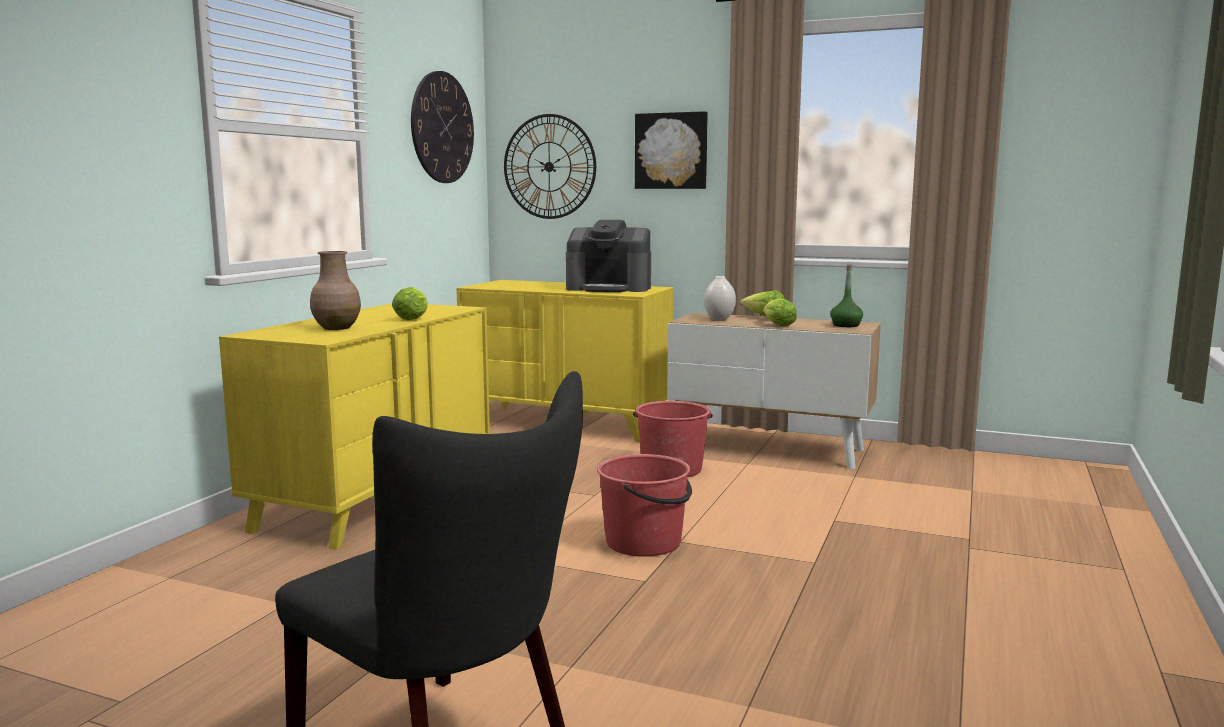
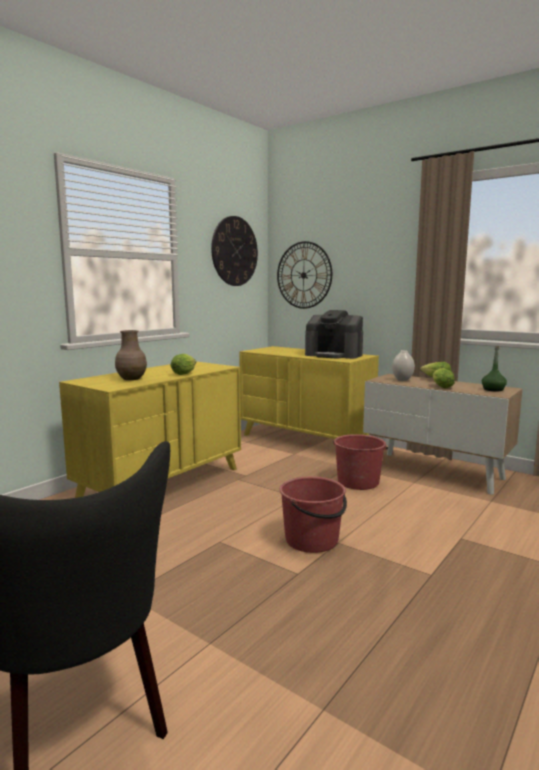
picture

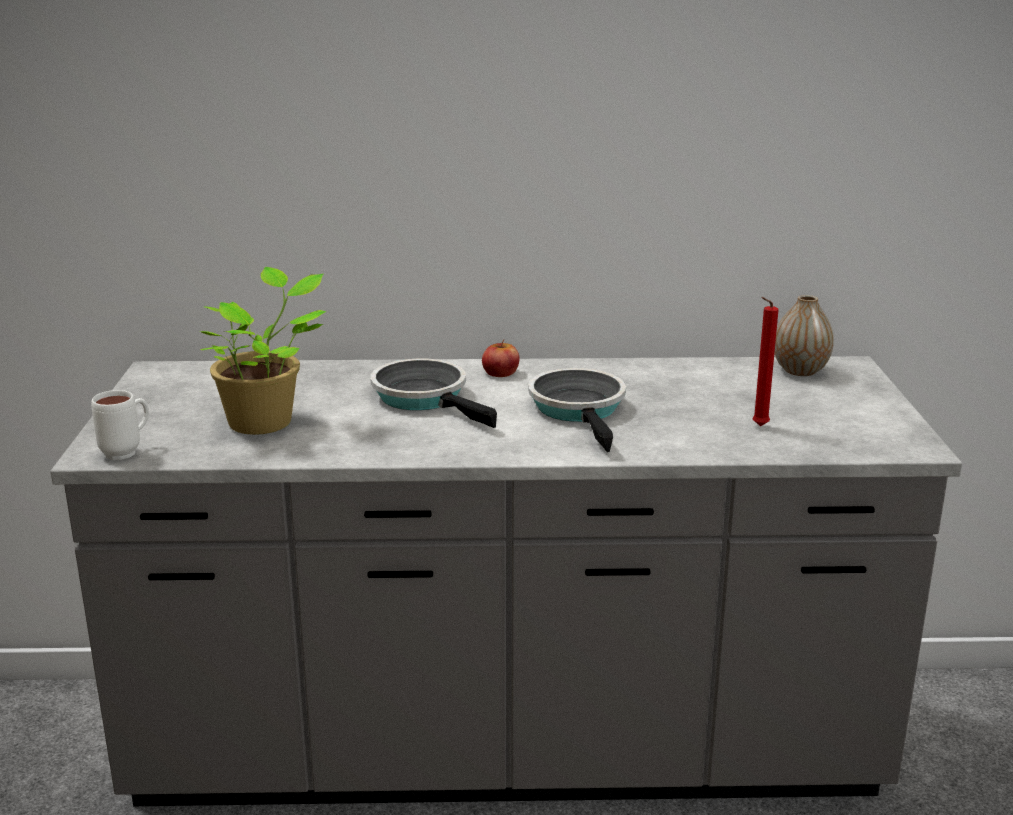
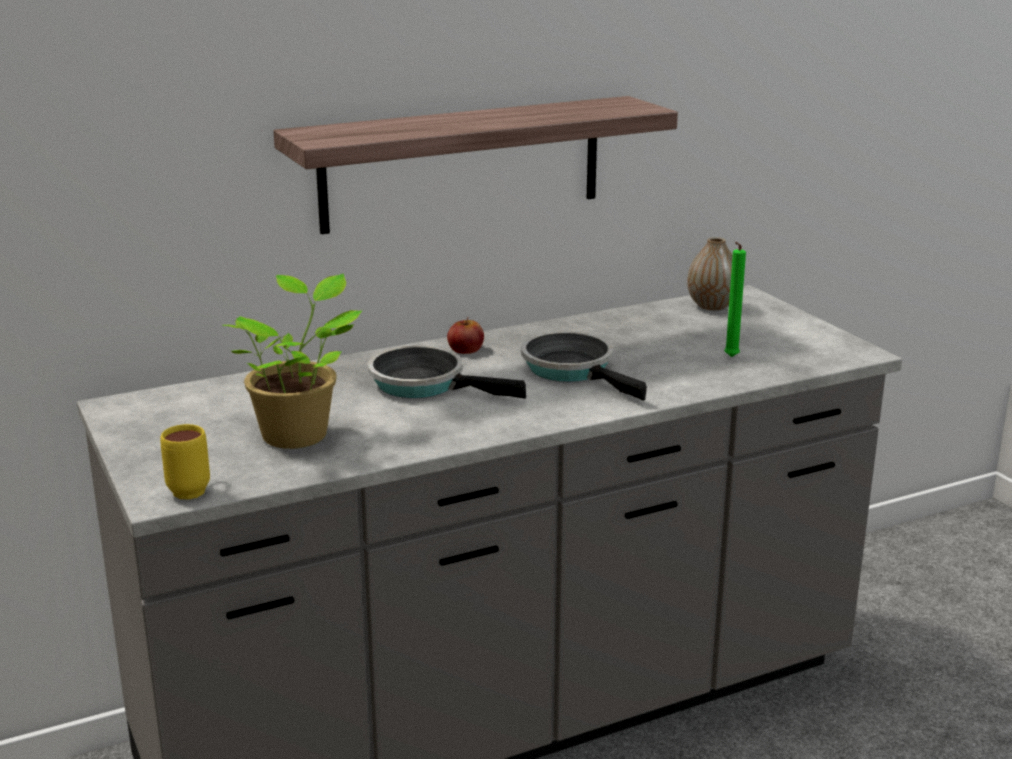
shelf; yellow_mug; green_candle

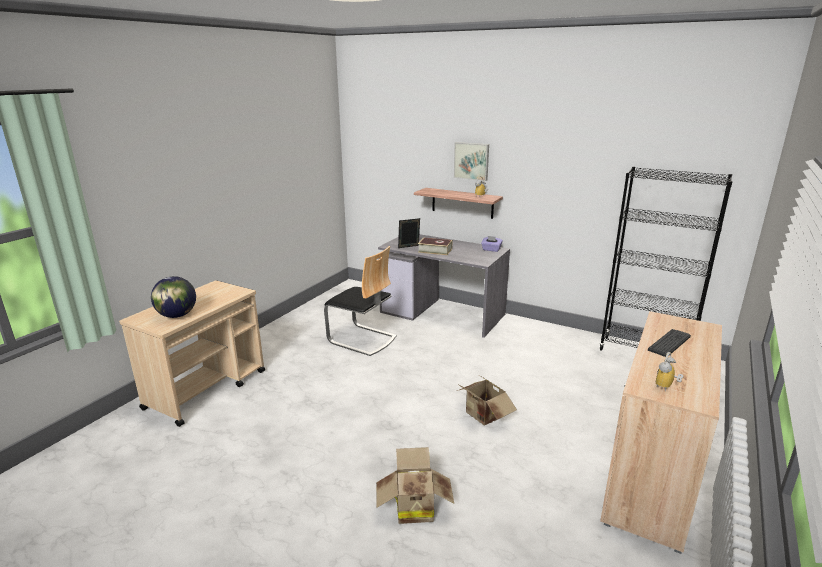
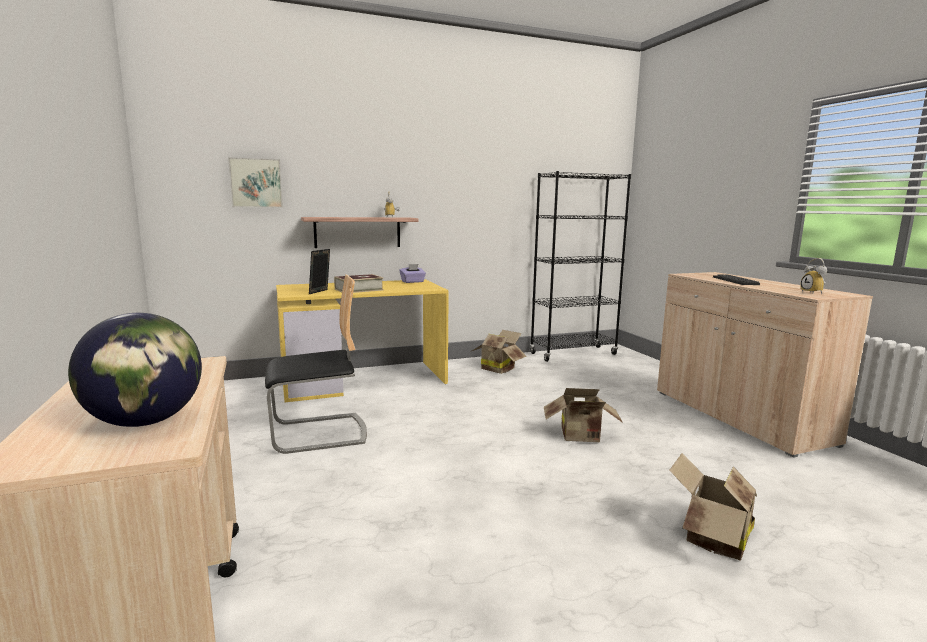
cardboard_box (1st from left); picture; yellow_desk

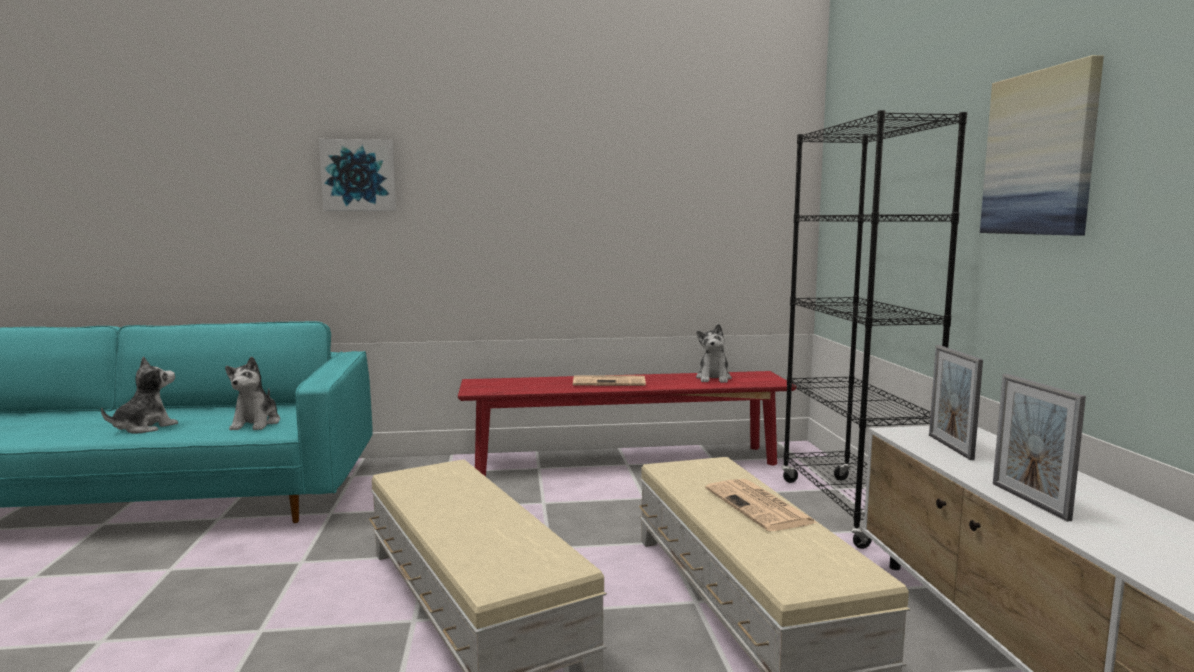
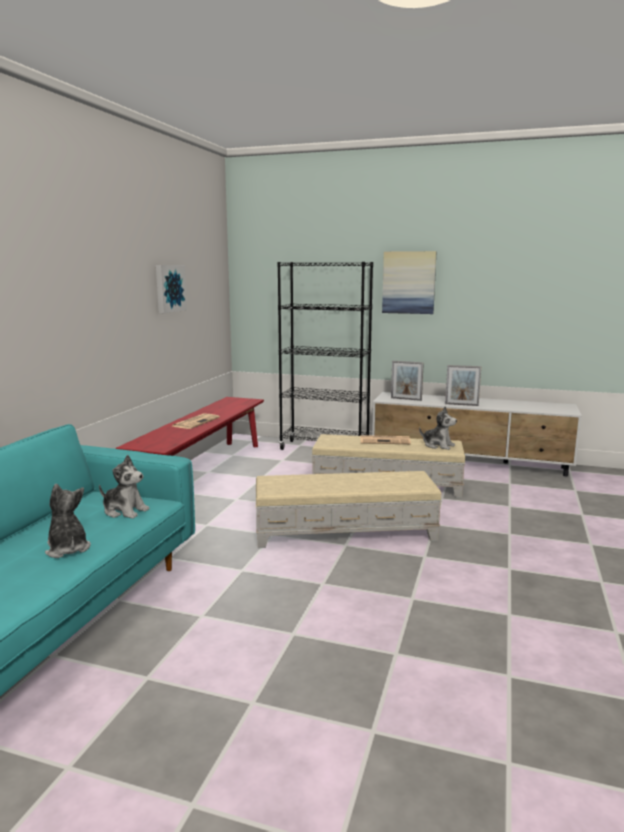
picture (1st from left); plush_toy (3rd from left)

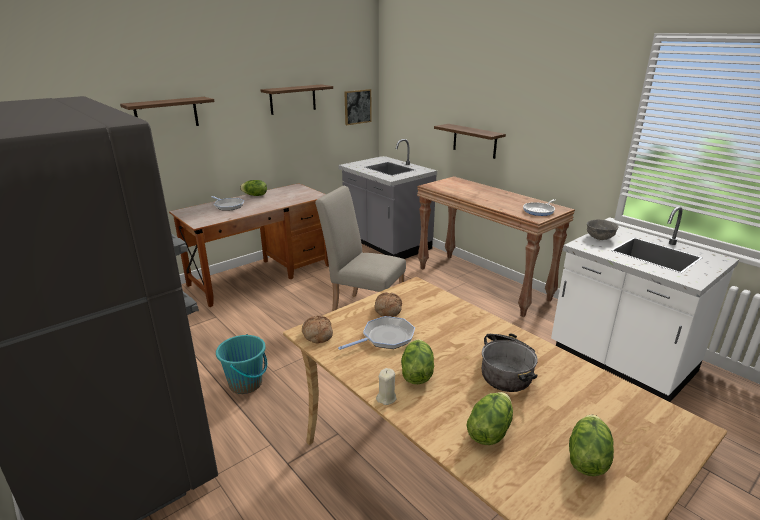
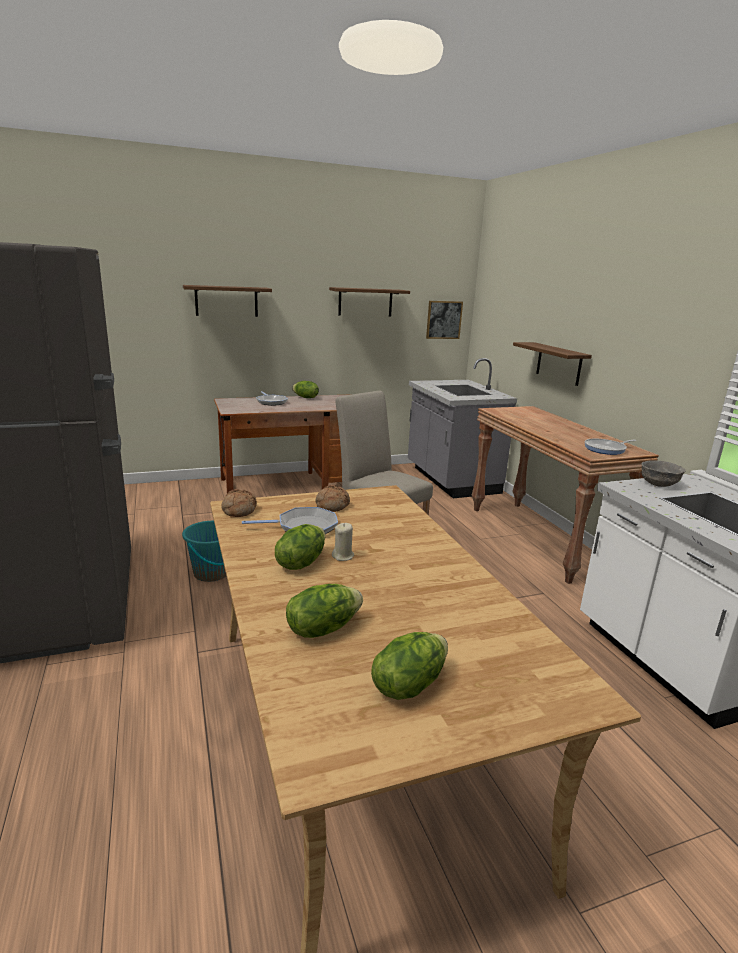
cooking_pot; beige_candle

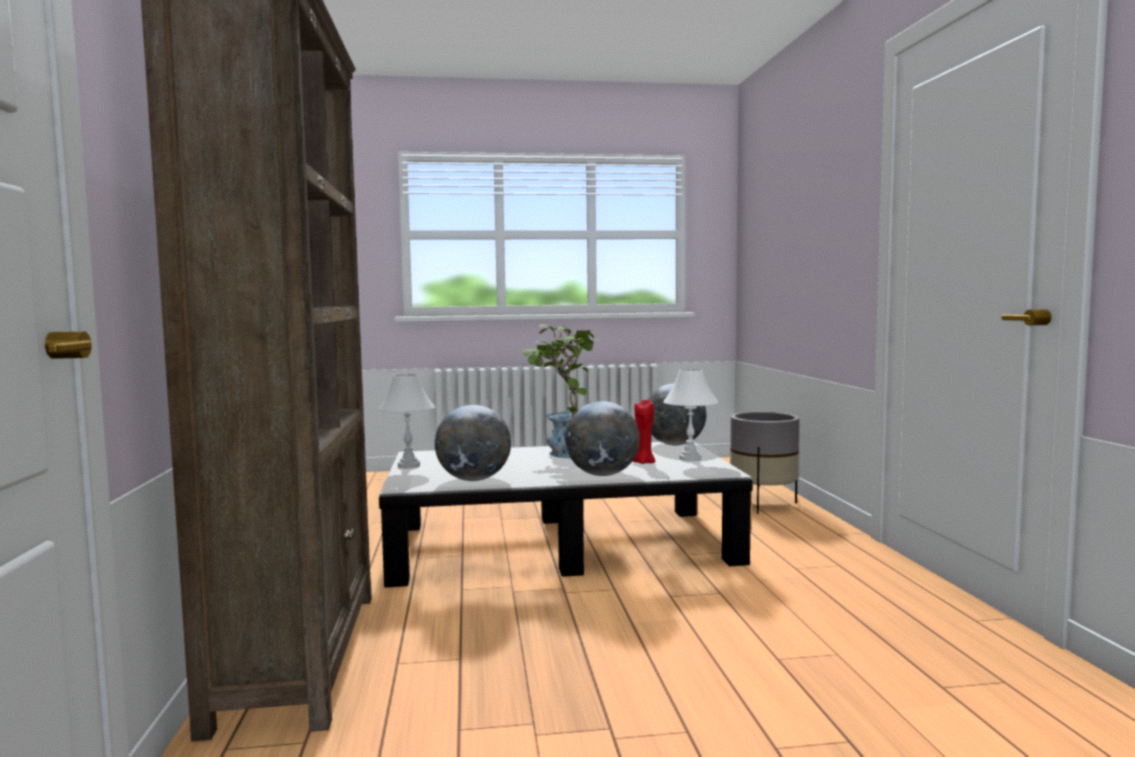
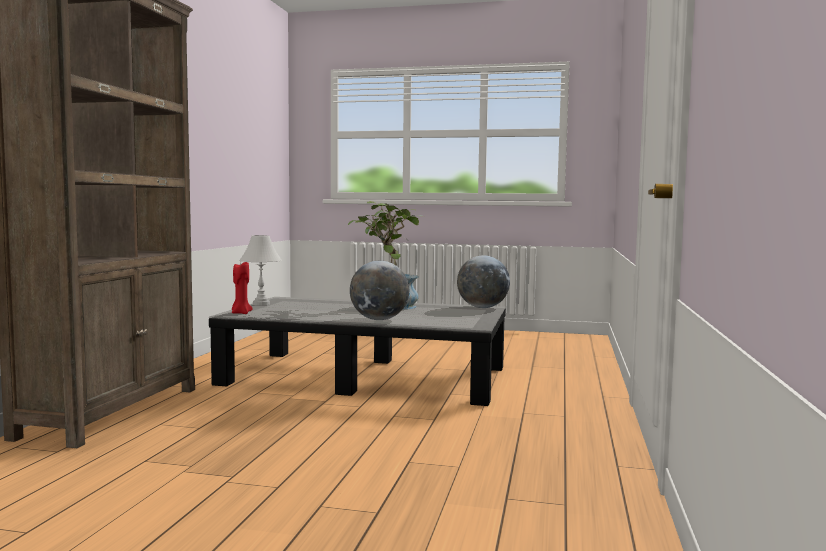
globe (1st from left in the first image); white_table_lamp (2nd from left in the first image); grey_planter; red_candle

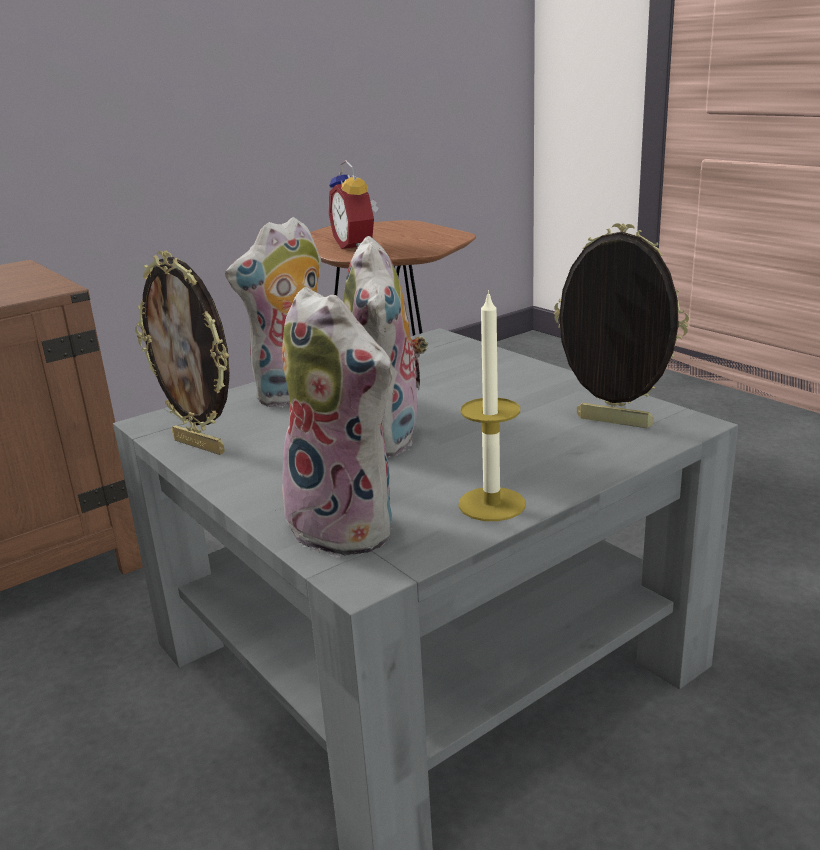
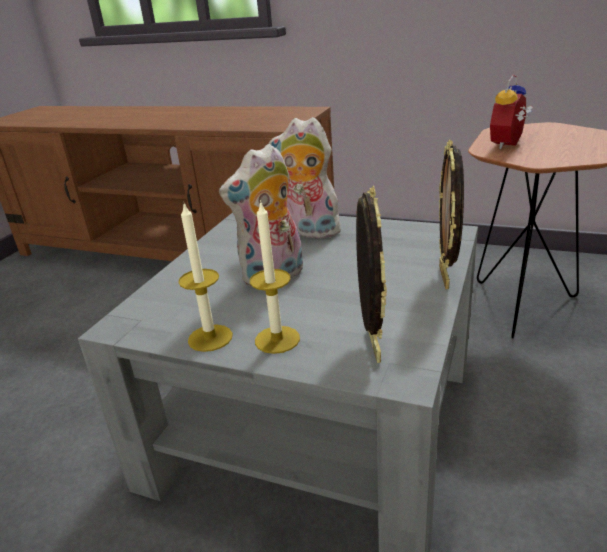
plush_toy (2nd from left in the first image); candle (2nd from left); picture_frame (2nd from left)

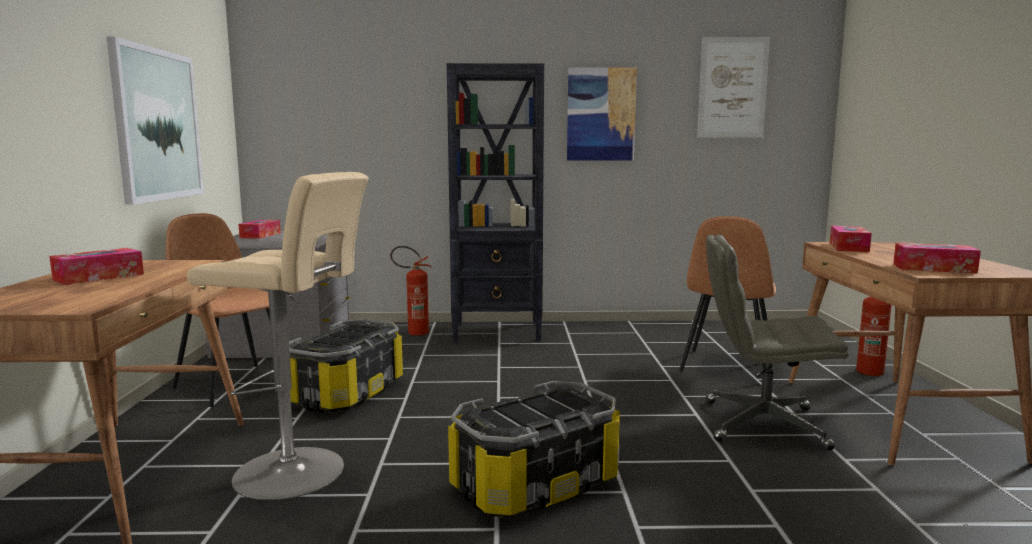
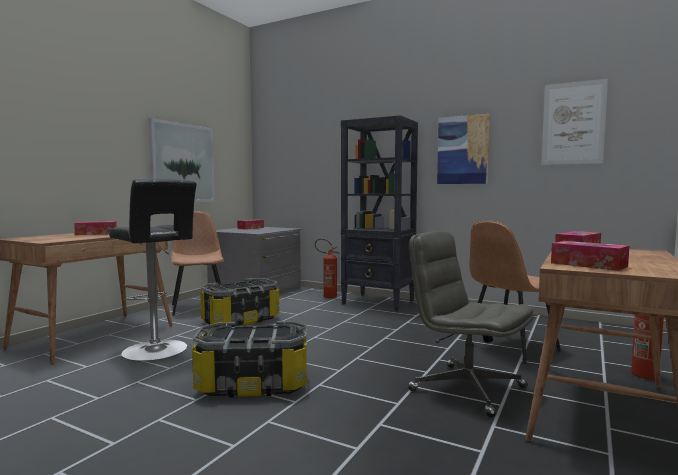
black_stool

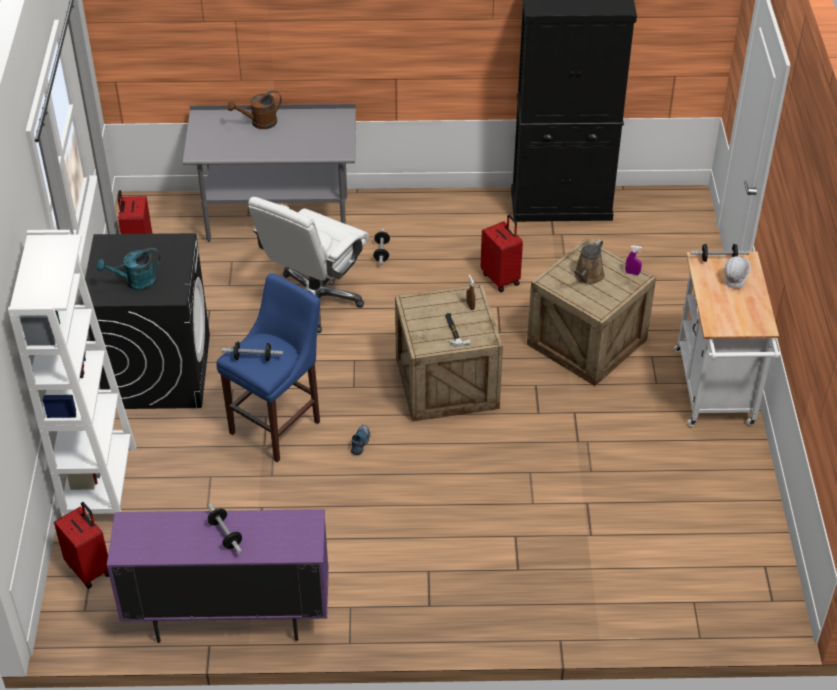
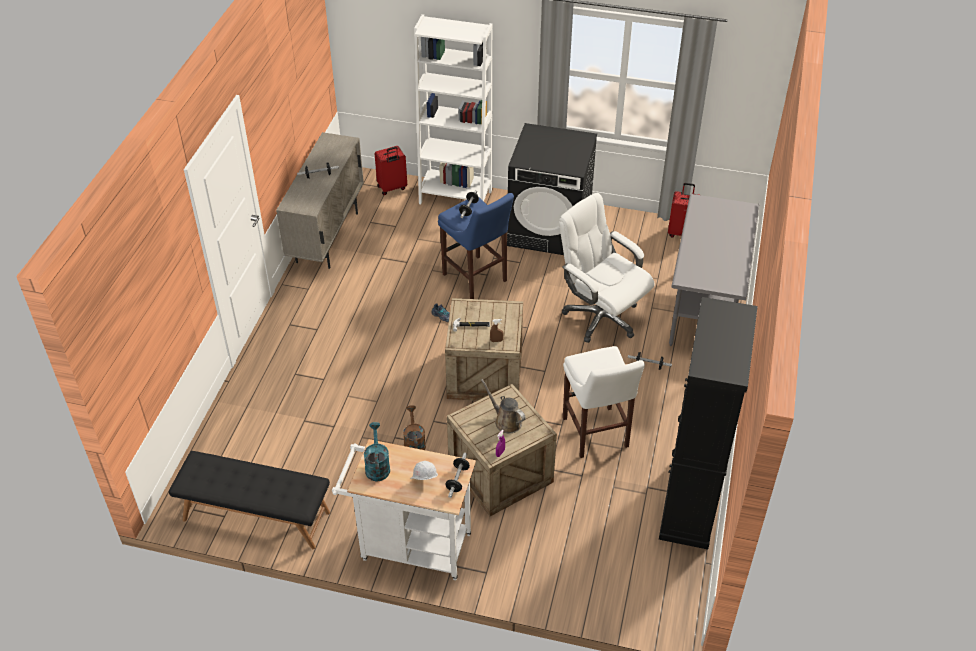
black_bench; turquoise_watering_can; brown_watering_can (1st from left); white_stool; beige_cabinet

